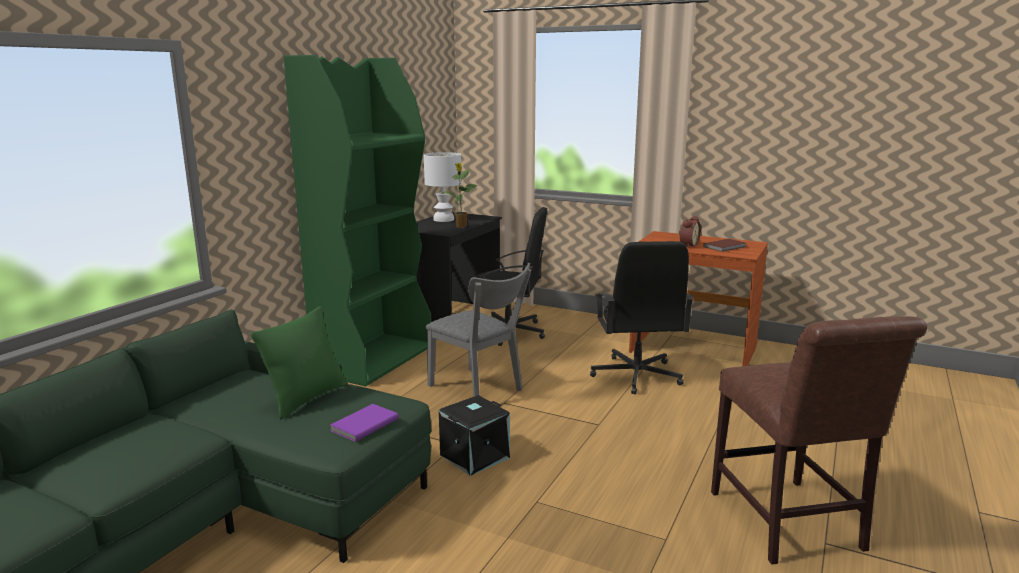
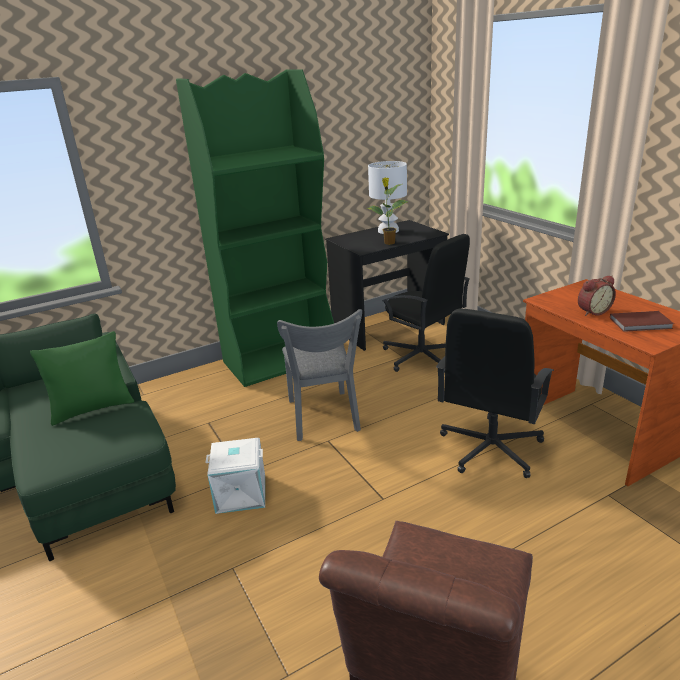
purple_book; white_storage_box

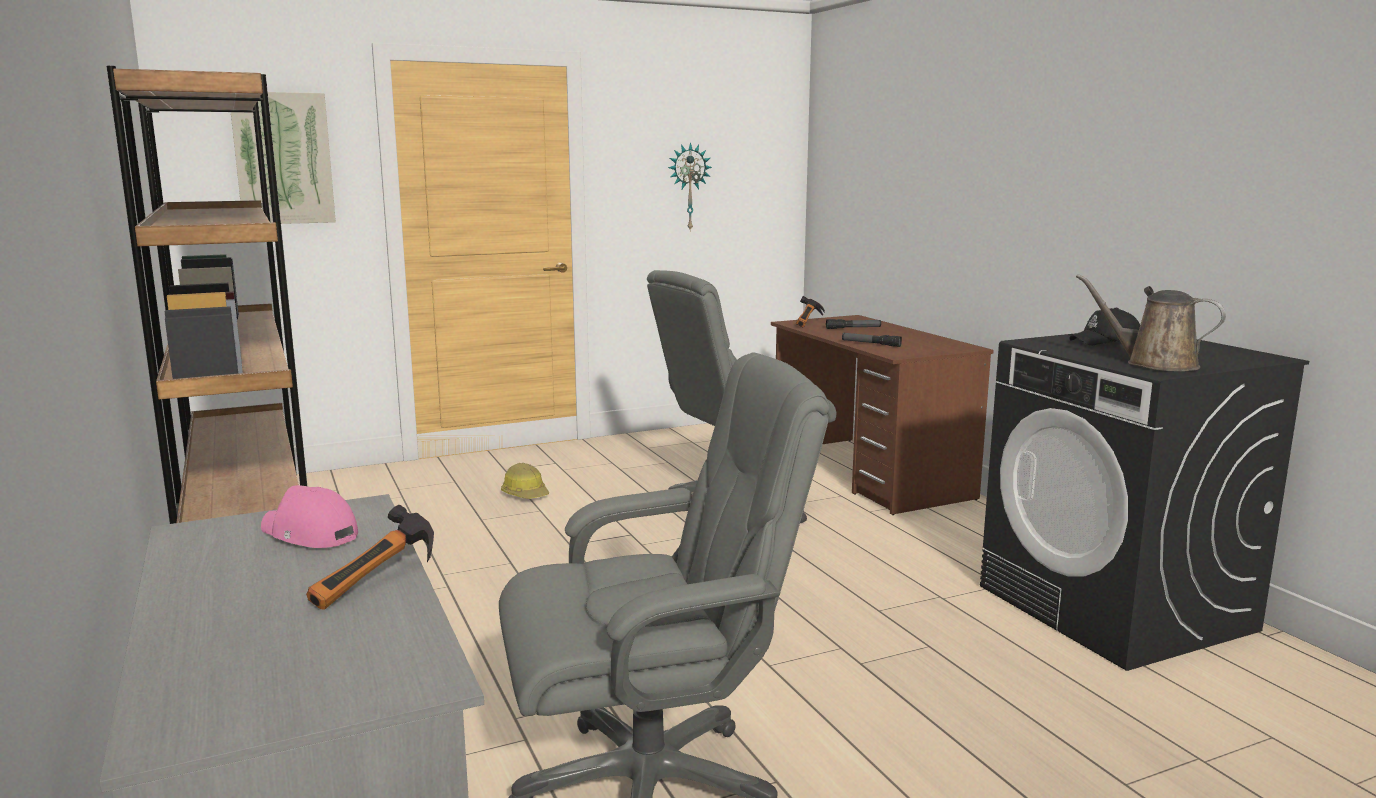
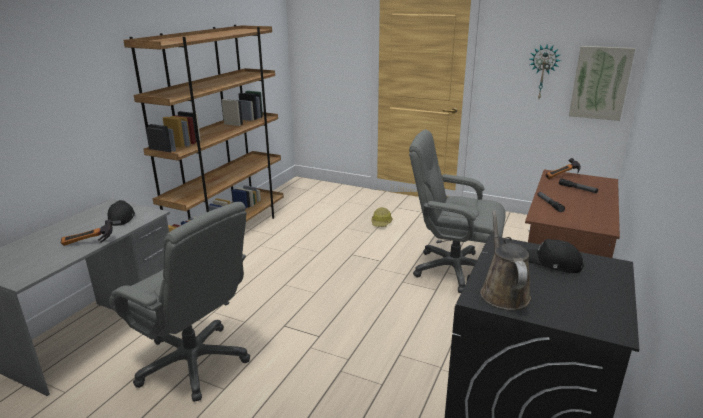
picture; black_cap (1st from left)

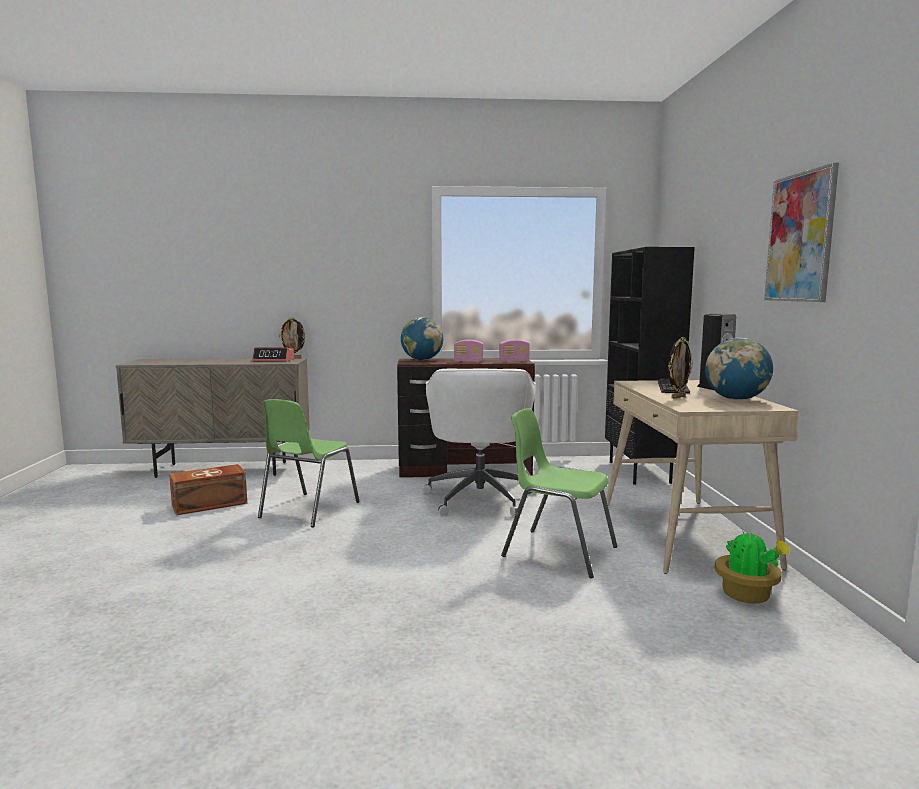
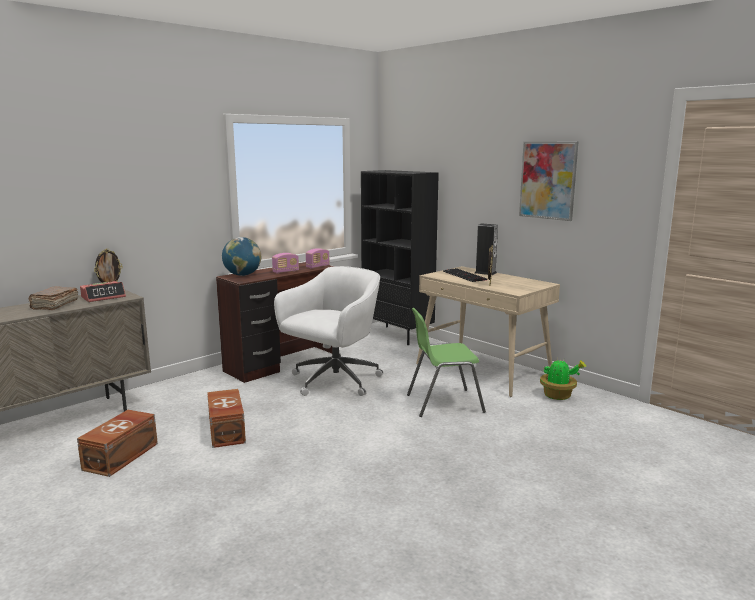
globe (2nd from left in the first image); brown_book; brown_storage_box (2nd from left); white_office_chair

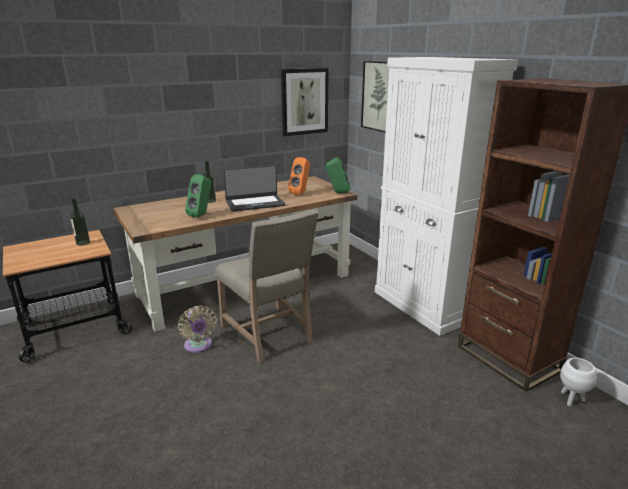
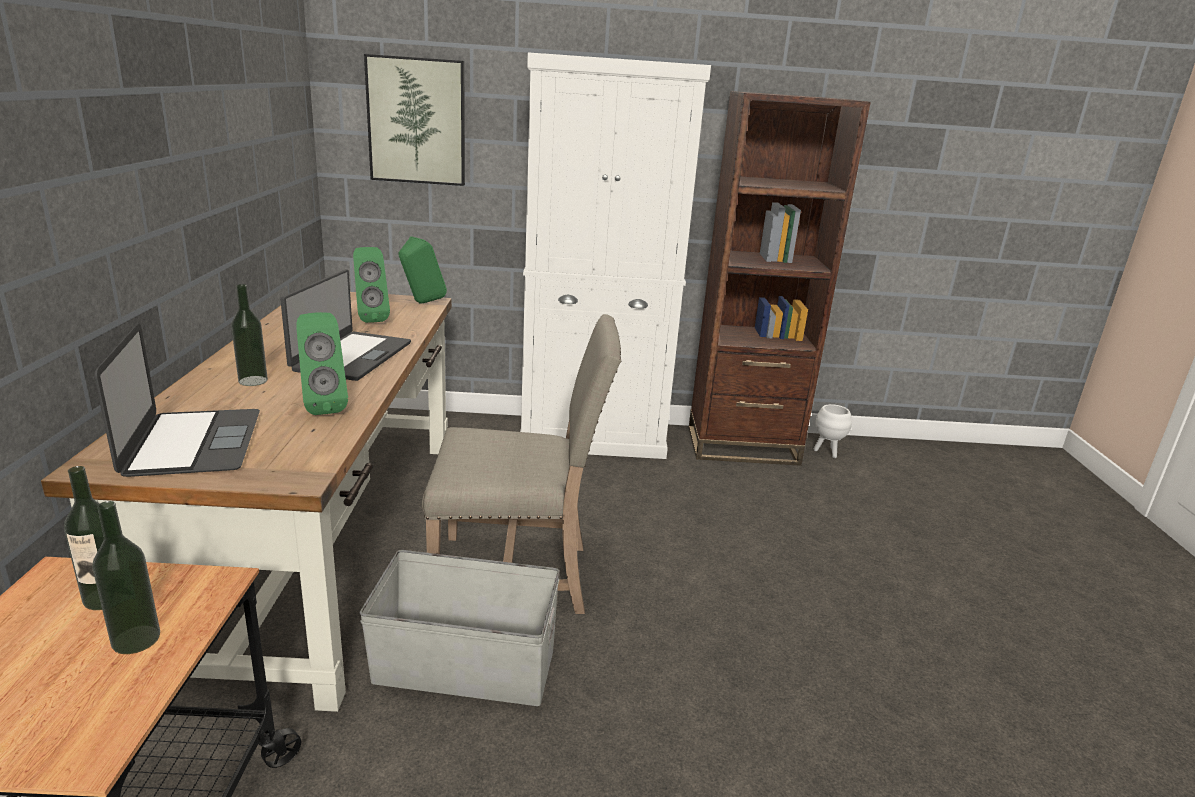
picture (1st from left in the first image); bottle (2nd from left); laptop (1st from left); grey_storage_box; green_speaker (2nd from left)

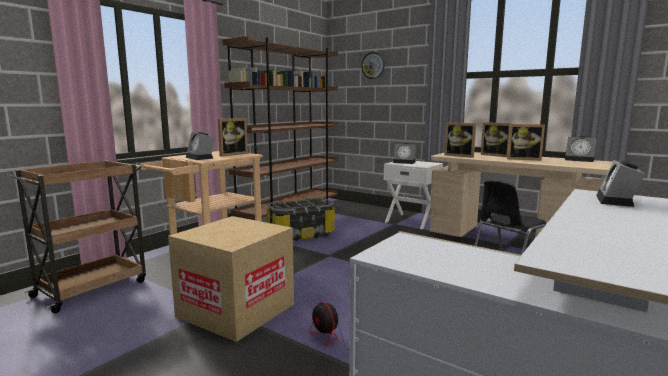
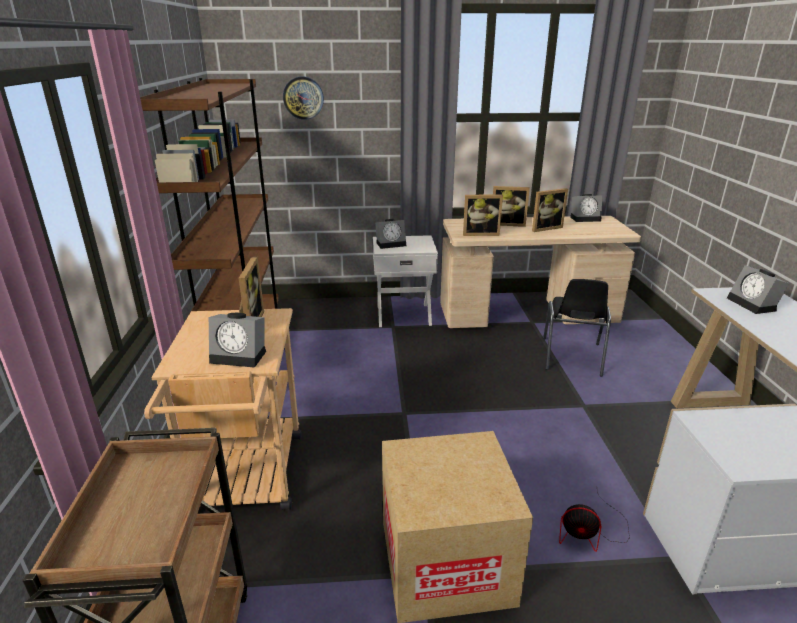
storage_box

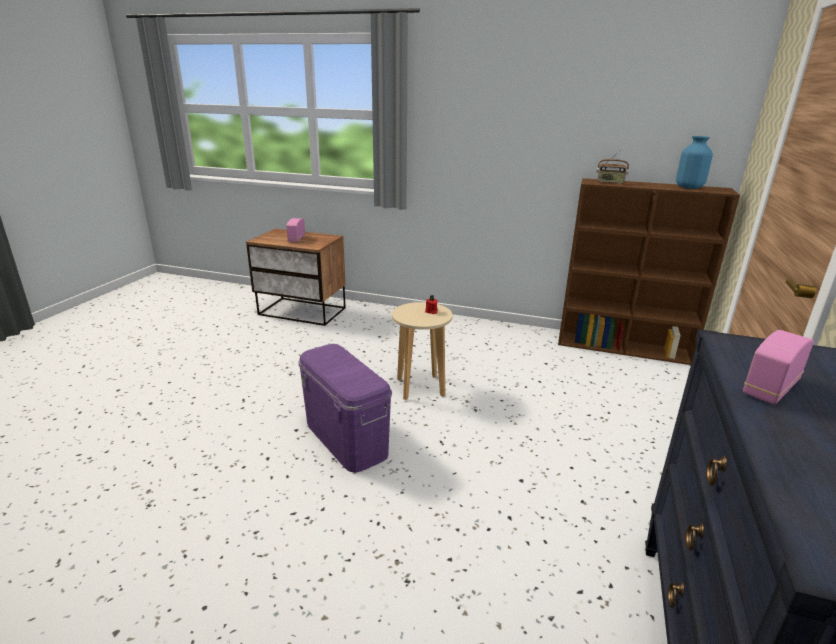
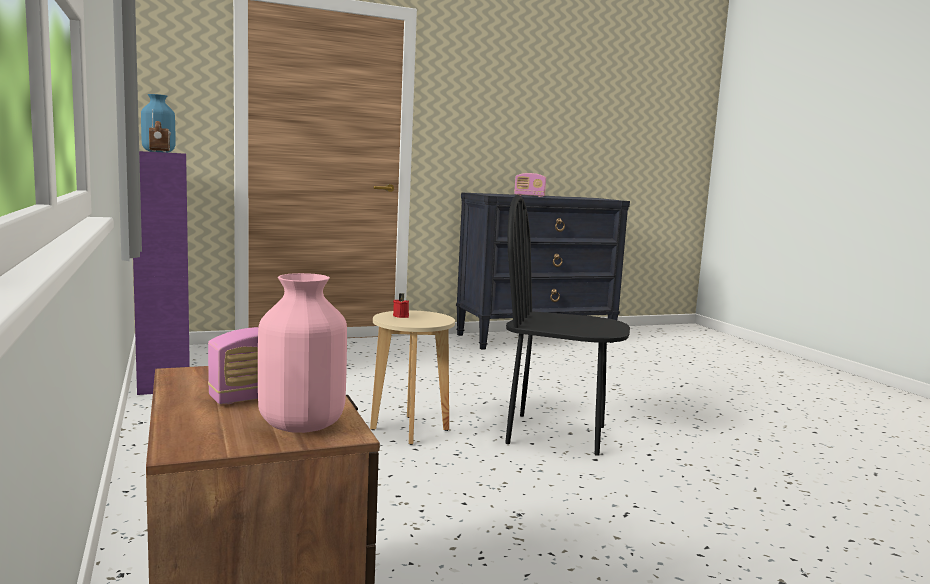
pink_vase; black_chair; purple_bookcase

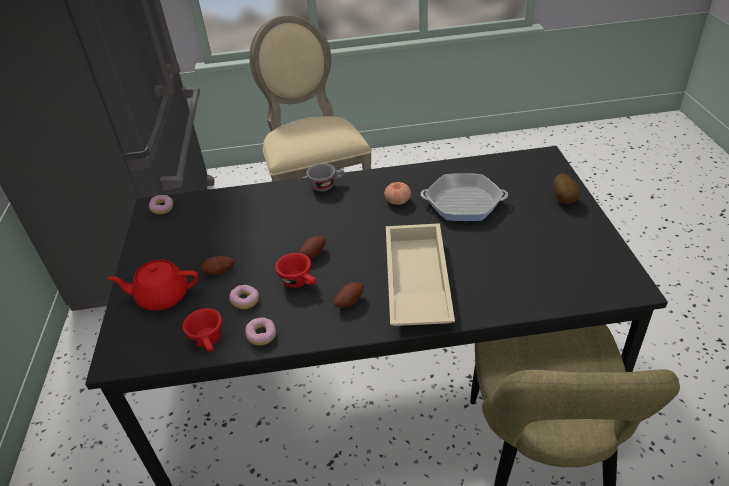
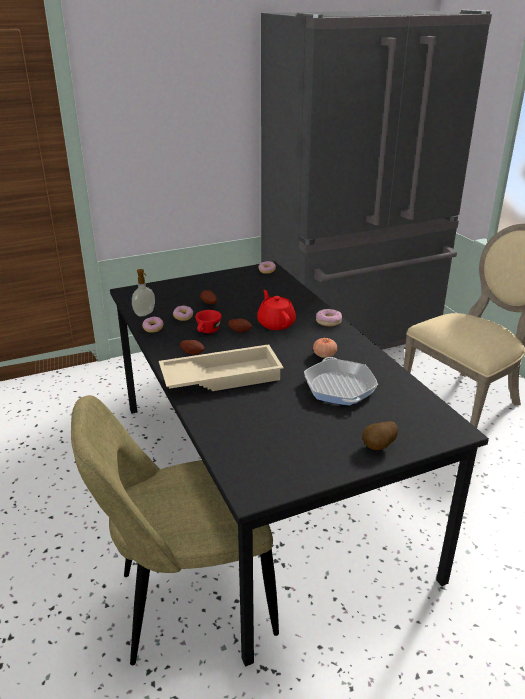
red_teapot; soap_dispenser; donut (4th from left)

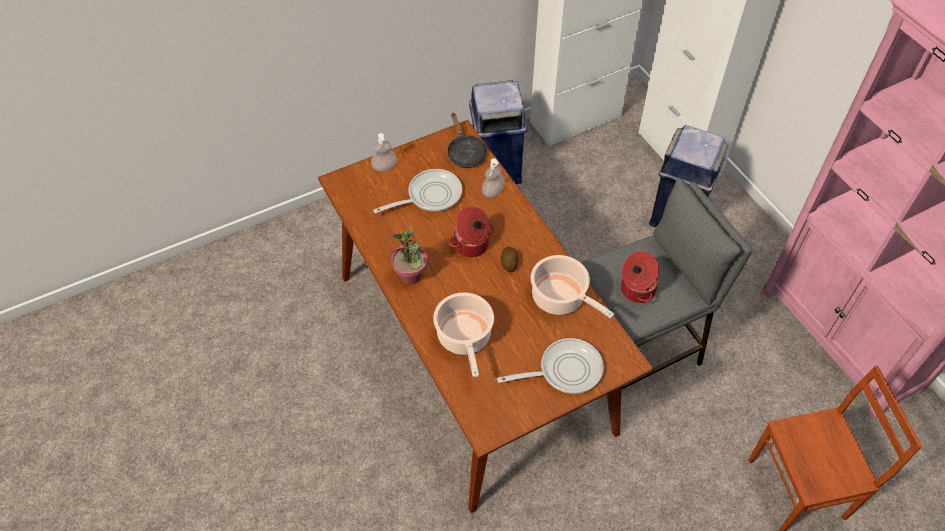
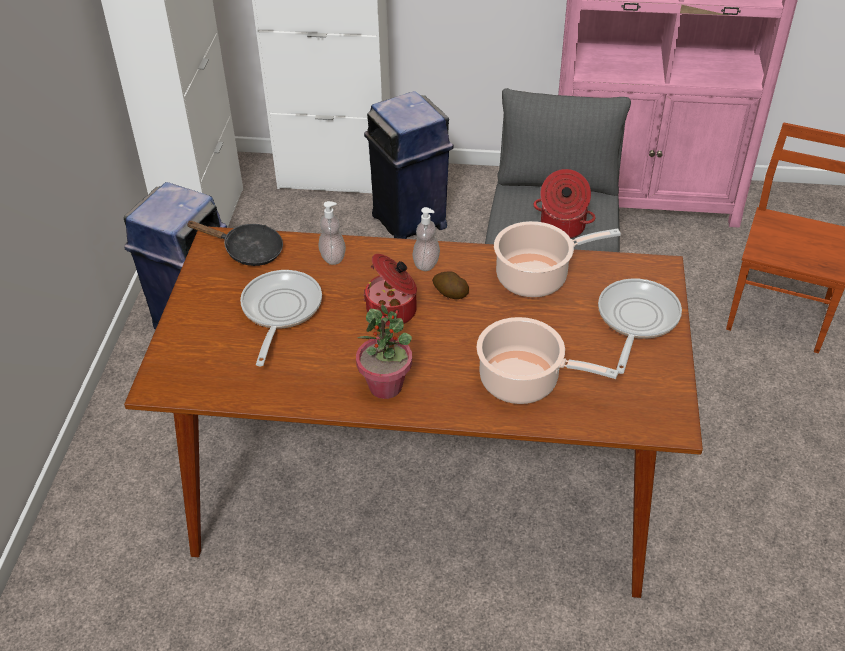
soap_dispenser (2nd from left)

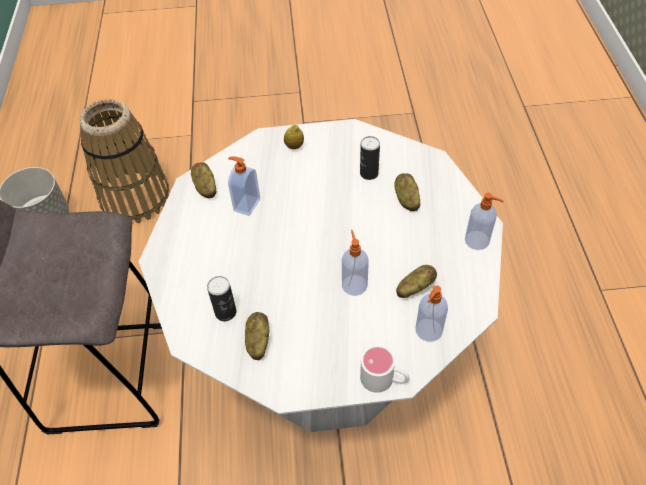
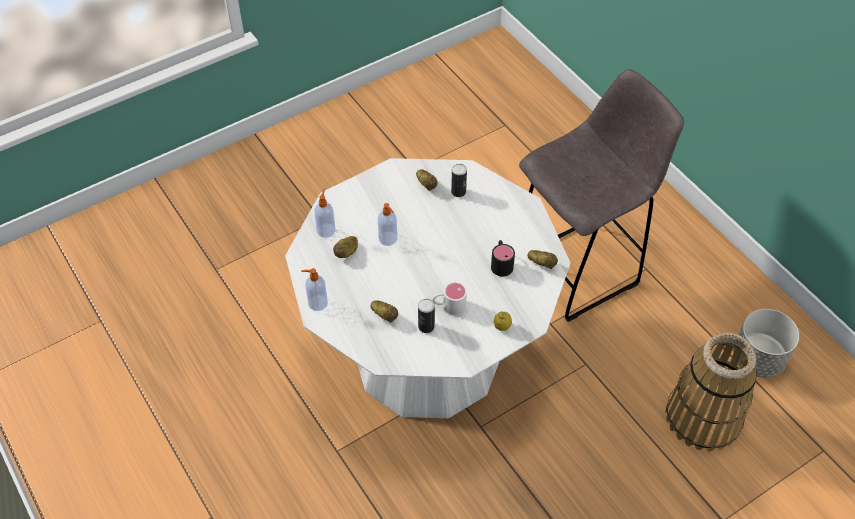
white_mug; black_mug

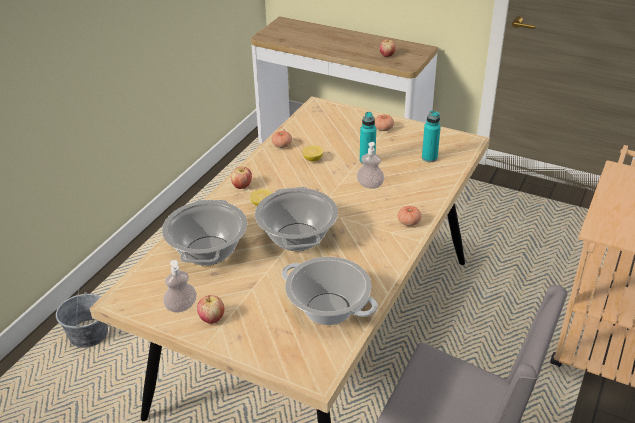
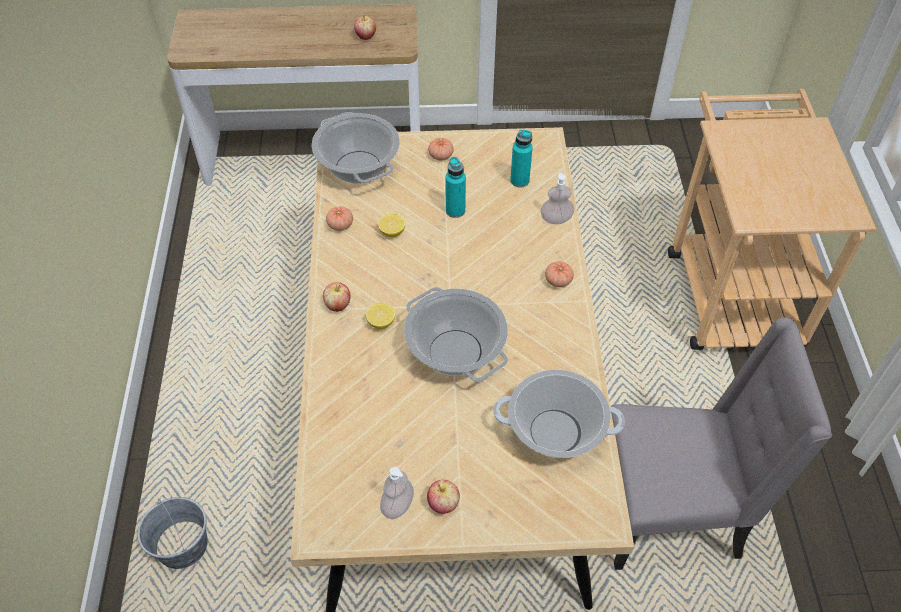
cooking_pot (1st from left); soap_dispenser (2nd from left)

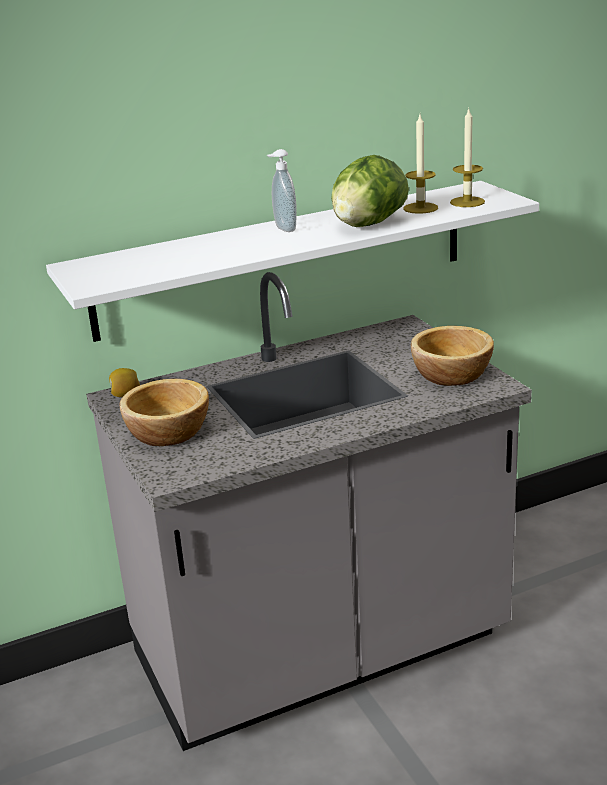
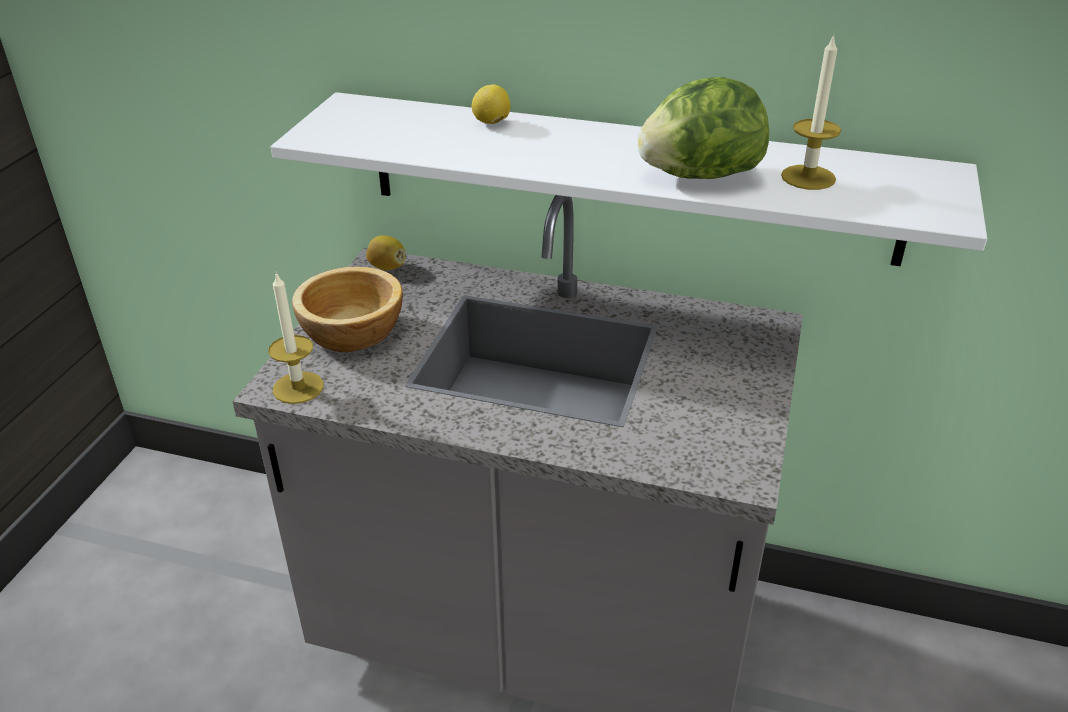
soap_dispenser; bowl (2nd from left in the first image); lemon (2nd from left); candle (1st from left)

